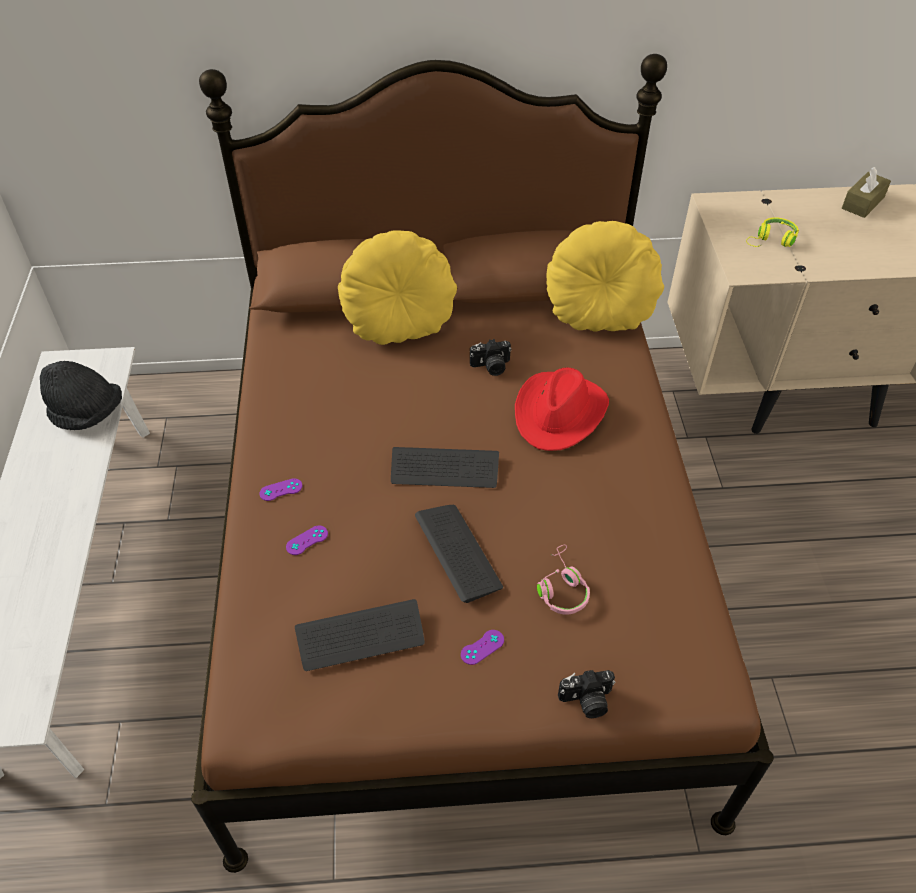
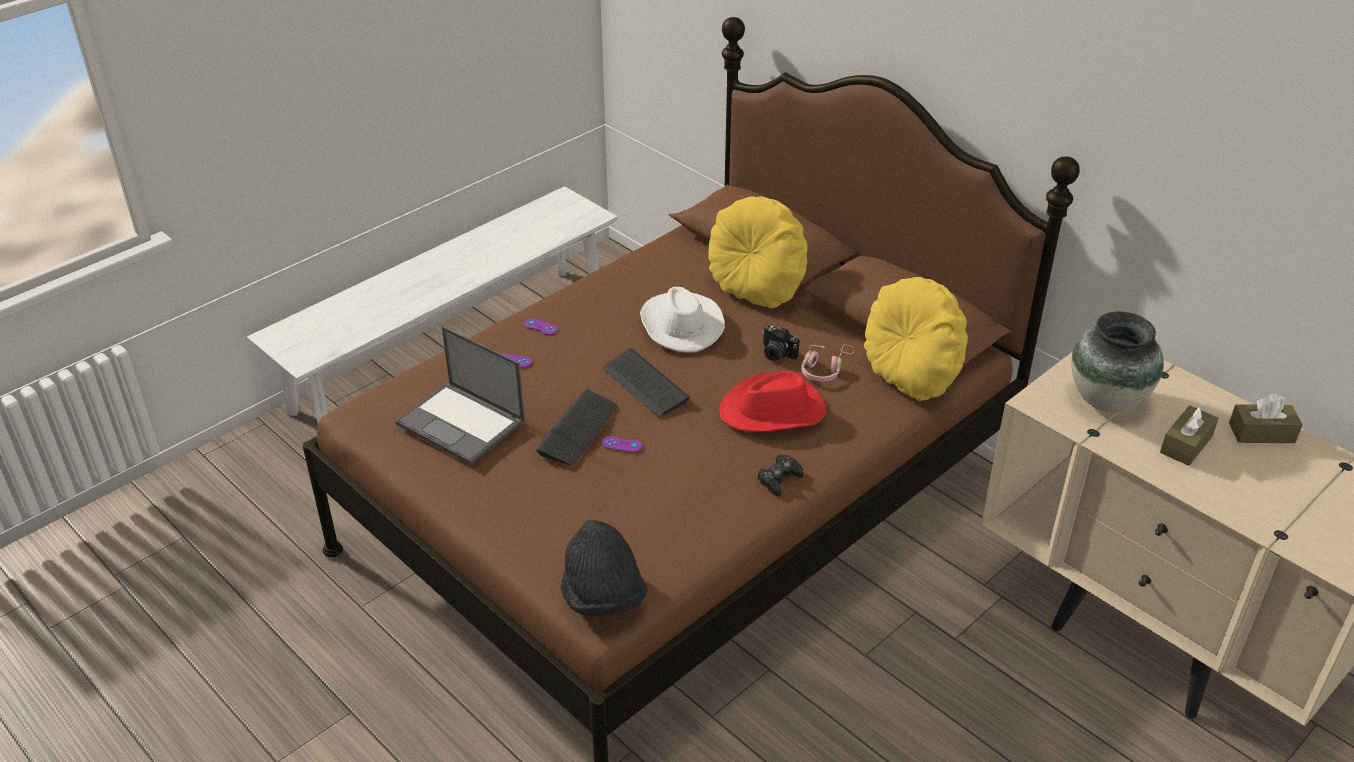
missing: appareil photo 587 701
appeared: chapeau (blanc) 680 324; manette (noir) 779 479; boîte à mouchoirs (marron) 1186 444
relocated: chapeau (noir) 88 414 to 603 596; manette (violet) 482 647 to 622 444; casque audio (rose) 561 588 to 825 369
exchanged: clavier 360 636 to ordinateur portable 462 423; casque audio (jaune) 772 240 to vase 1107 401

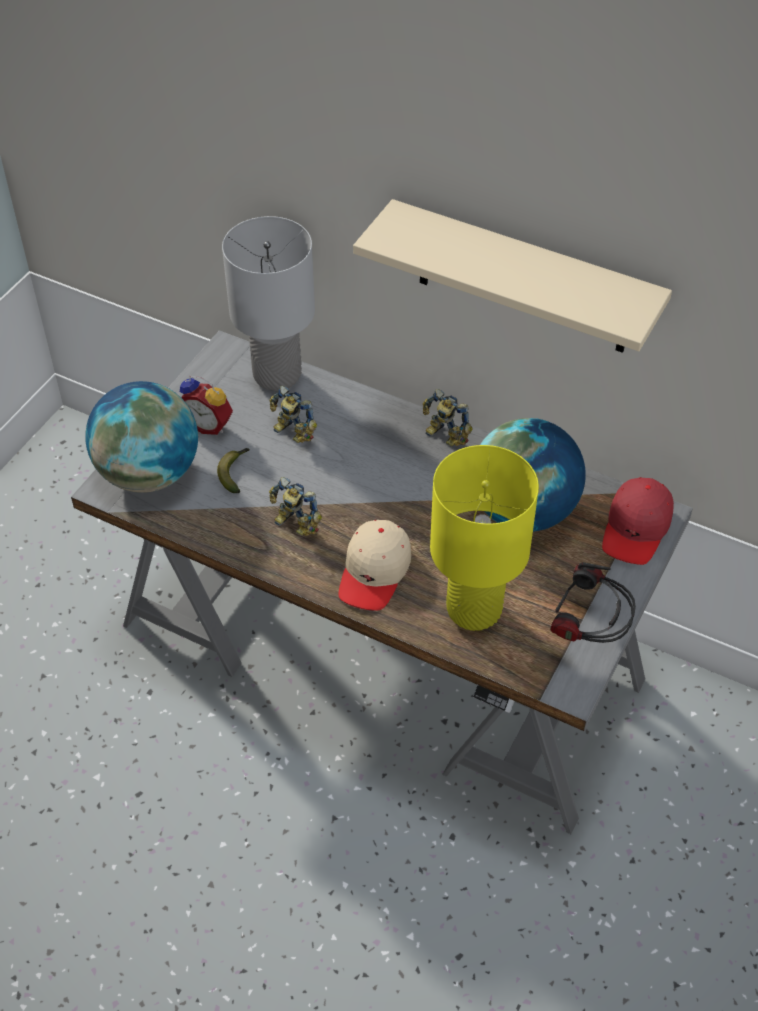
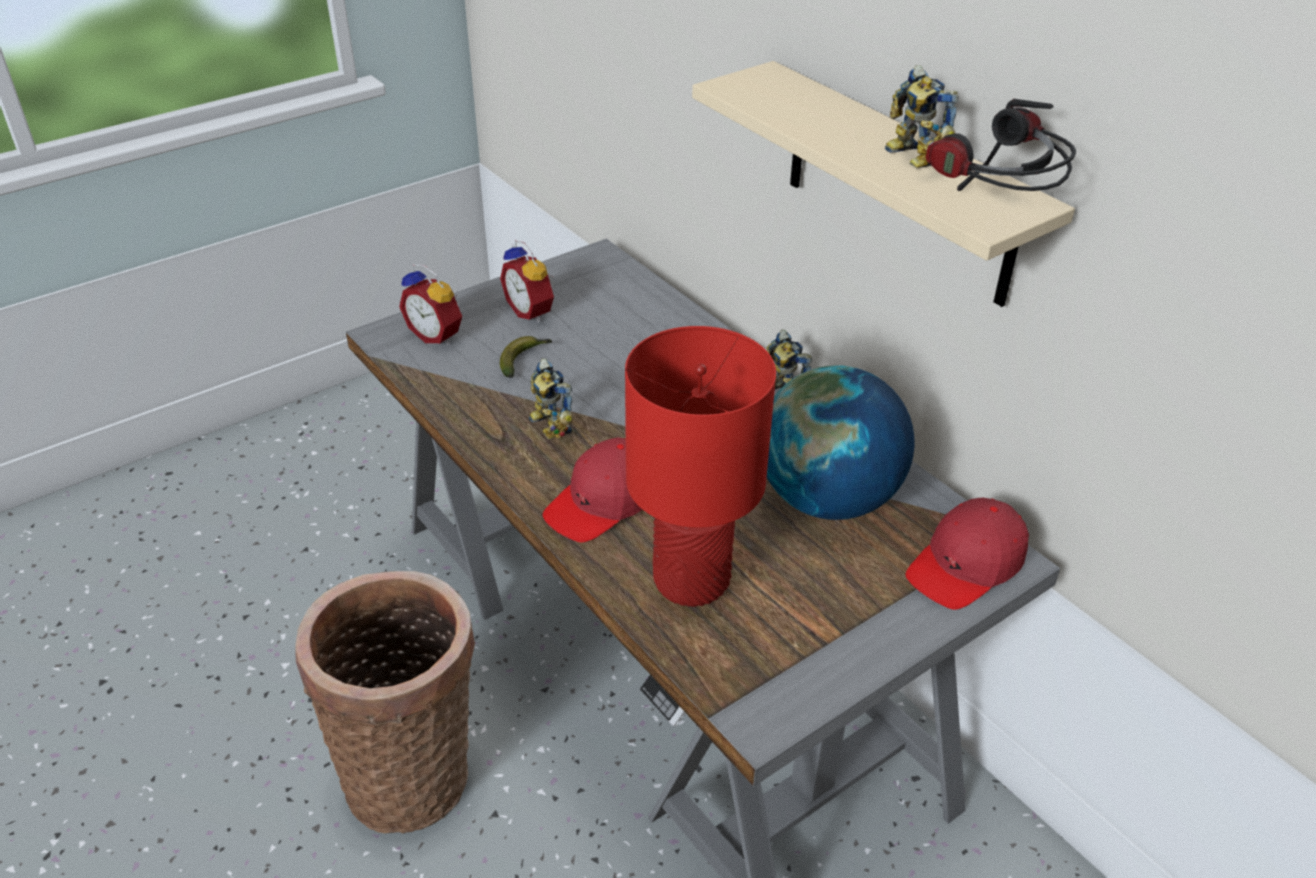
missing: lampe de table (gris) 278 379
appeared: panier 412 773
relocated: robot jouet 291 433 to 910 158; casque audio 588 635 to 992 219
exchanged: globe 149 473 to réveil 437 335
colour: casquette (beige) 374 572 to casquette (rouge) 603 502; lampe de table (jaune) 474 614 to lampe de table (rouge) 690 587

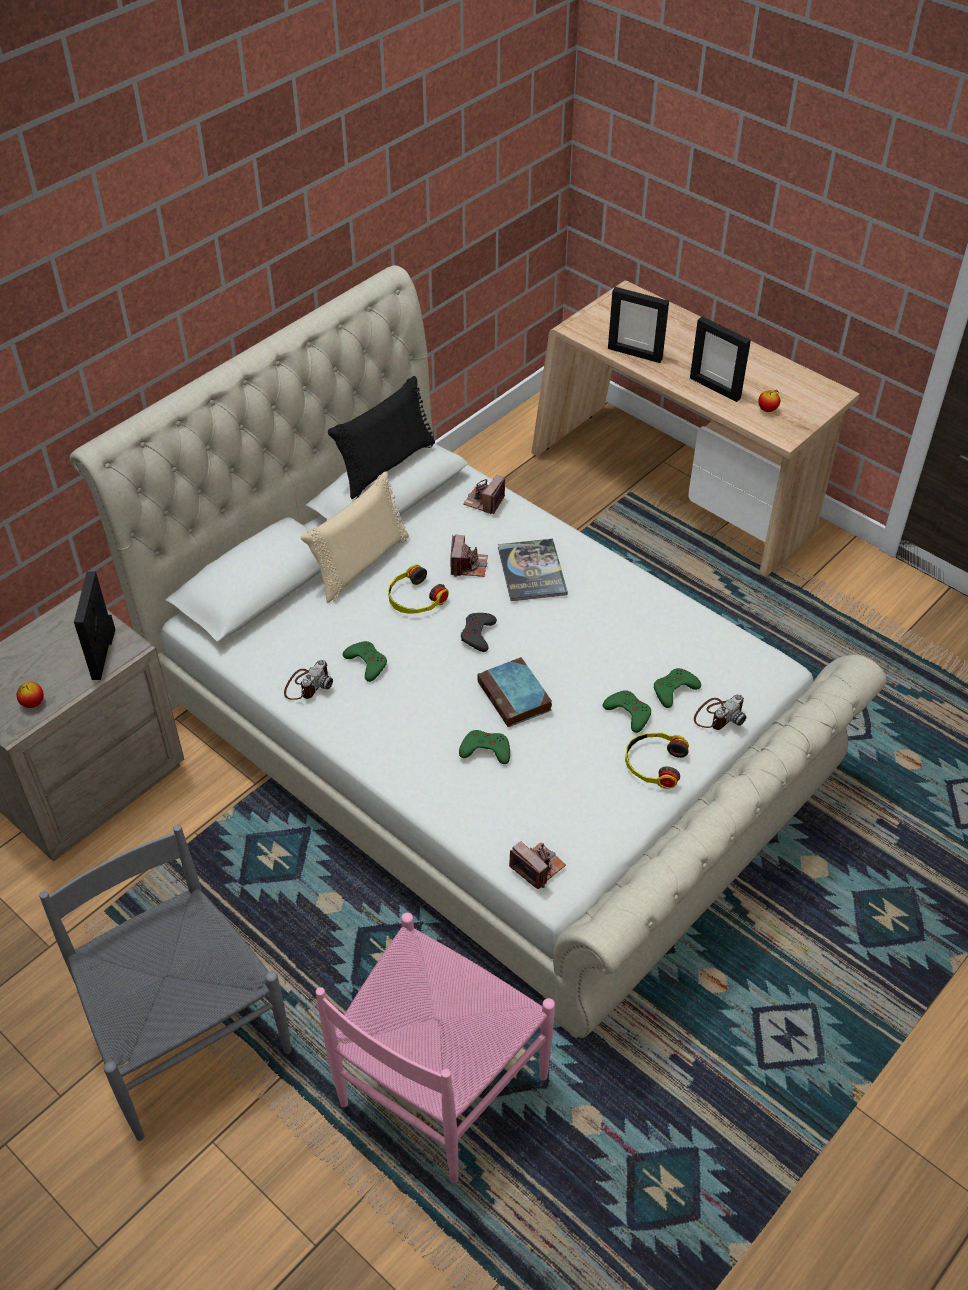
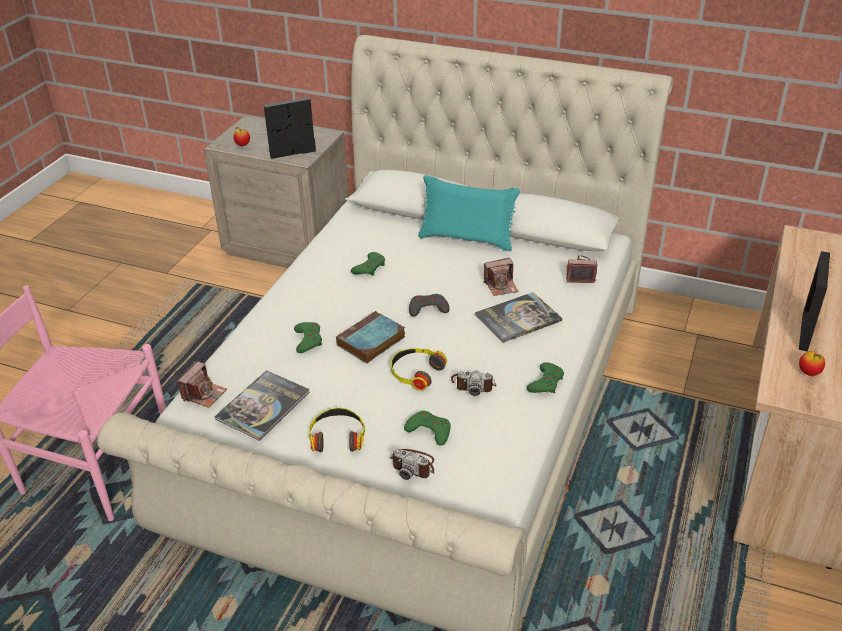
missing: chaise (gris) 185 1039; coussin (noir) 385 465; cadre photo 635 353
appeared: livre 263 406
relocated: appareil photo 307 684 to 473 384; casque audio 415 599 to 416 372; manette (vert) 628 713 to 546 382
colour: coussin (beige) 360 564 to coussin (turquoise) 467 239

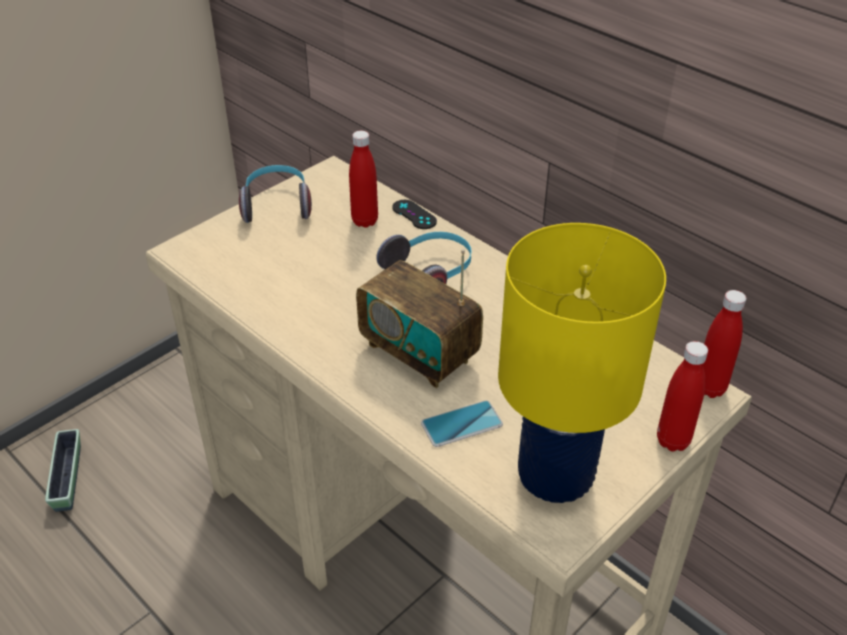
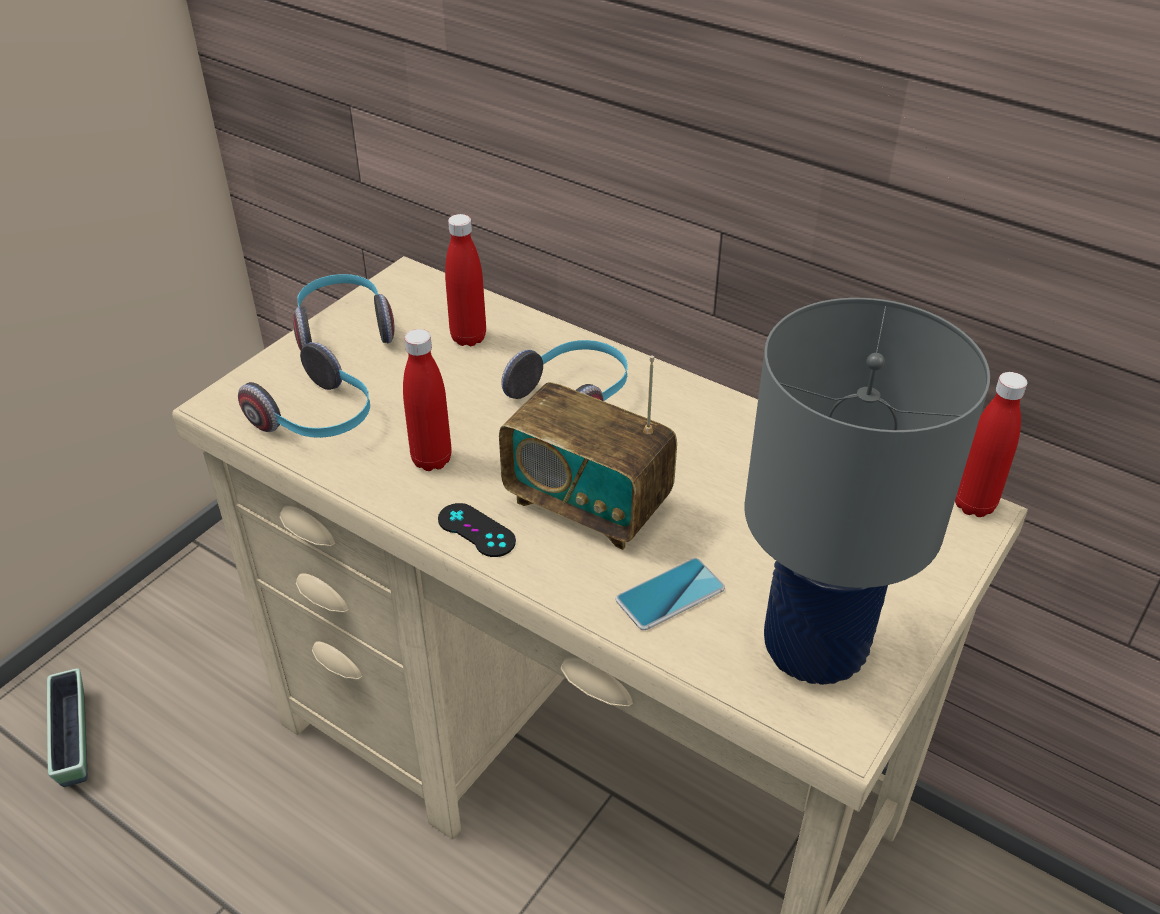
appeared: casque audio 317 419
relocated: manette (noir) 414 215 to 476 530; bouteille (rouge) 672 441 to 431 460
colour: lampe de table (jaune) 556 479 to lampe de table (gris) 815 652

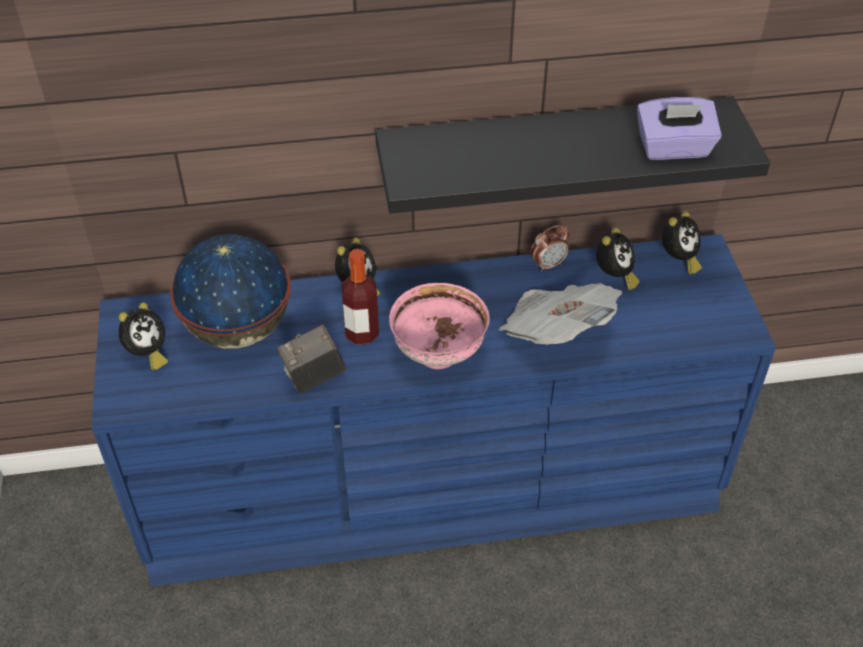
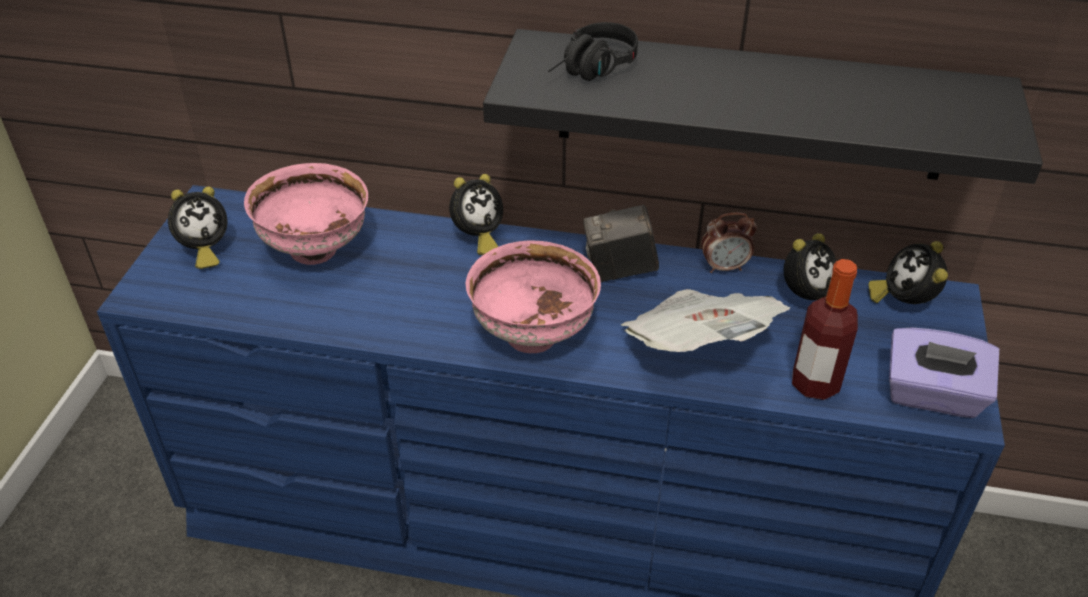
appeared: casque audio (noir) 592 70
relocated: appareil photo 314 377 to 619 270; bouteille 362 333 to 815 384; boîte à mouchoirs (violet) 674 148 to 932 395
exchanged: globe 238 329 to bol (rose) 316 249
spun: réveil 678 260 = 904 301 120 degrees clockwise

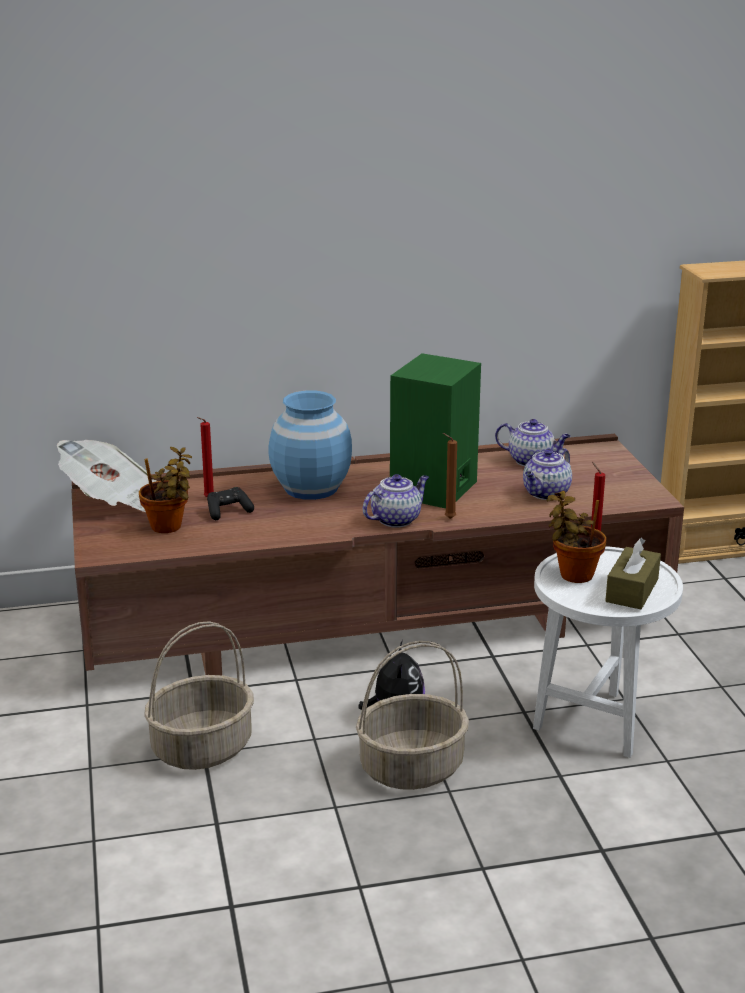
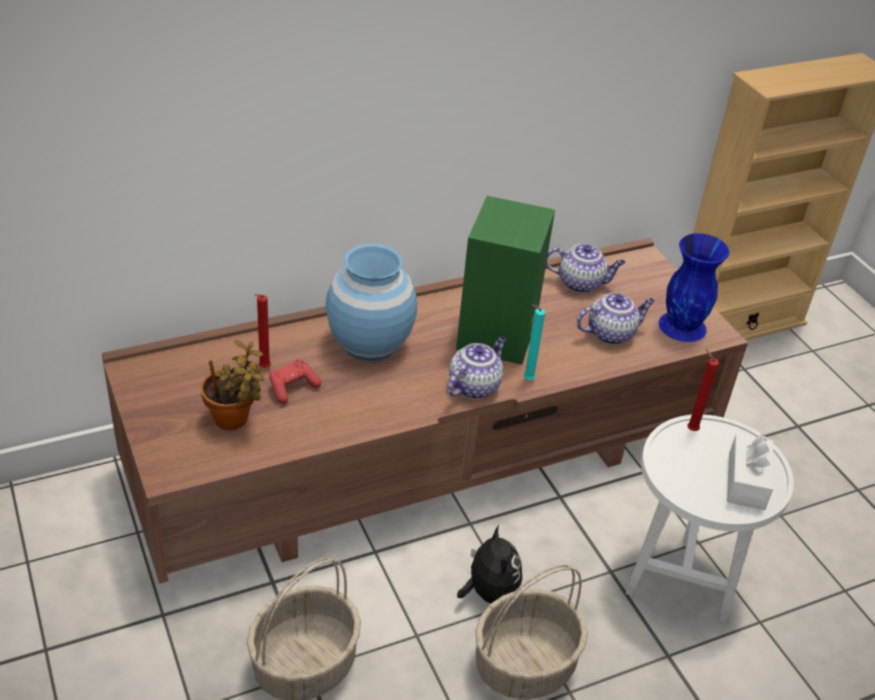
missing: journal 113 501; plante en pot 572 574
appeared: vase (bleu) 683 326
colour: manette (noir) 228 511 to manette (rouge) 292 388; bougie (marron) 448 518 to bougie (turquoise) 526 380; boîte à mouchoirs (marron) 632 590 to boîte à mouchoirs (blanc) 746 481
spun: théière 546 494 = 611 333 135 degrees counterclockwise

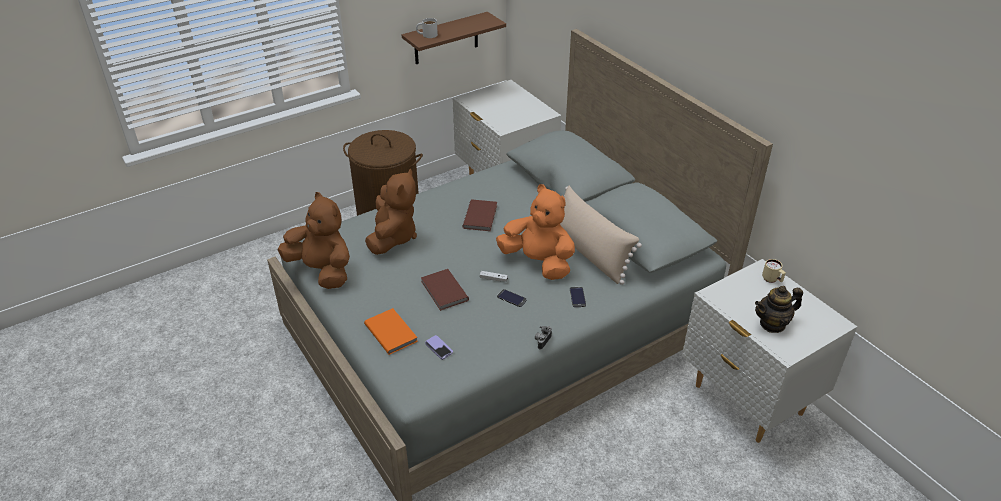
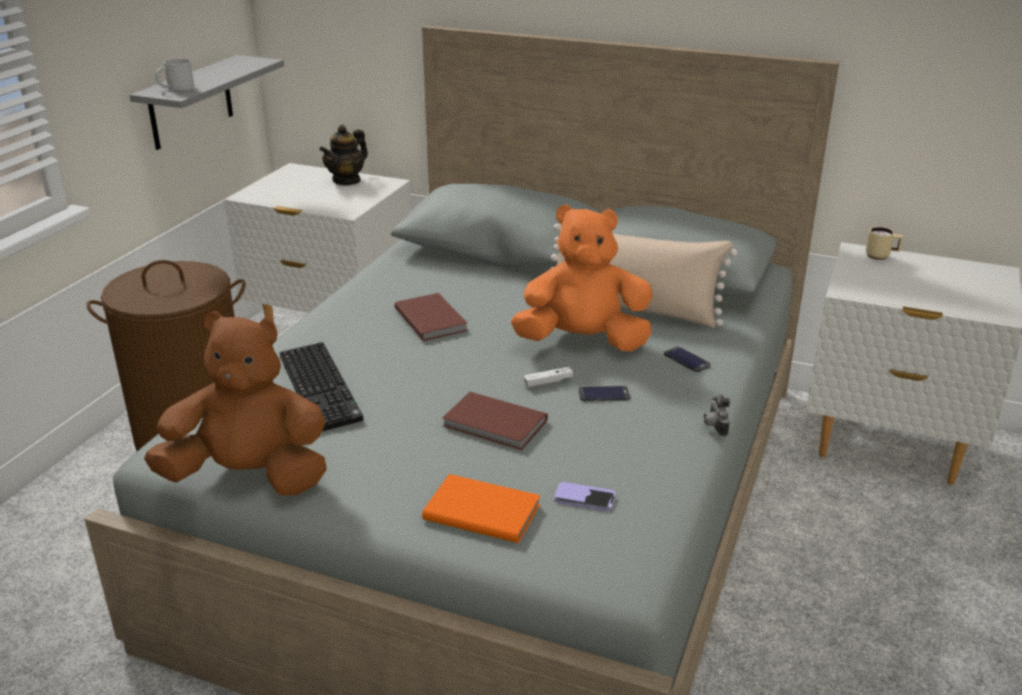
relocated: théière 772 324 to 347 180
exchanged: peluche (marron) 393 237 to clavier 322 388
colour: étagère (marron) 446 39 to étagère (gris) 191 102

